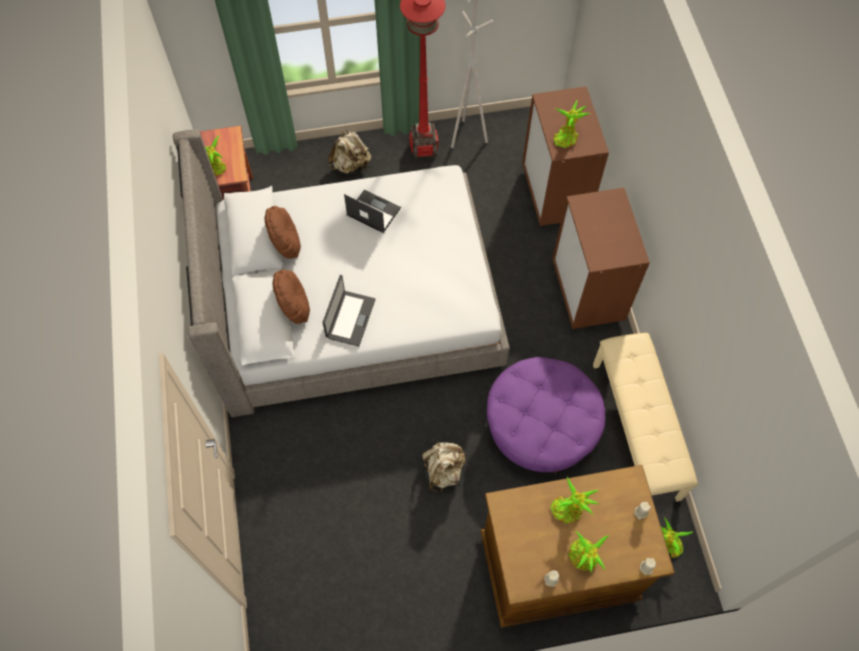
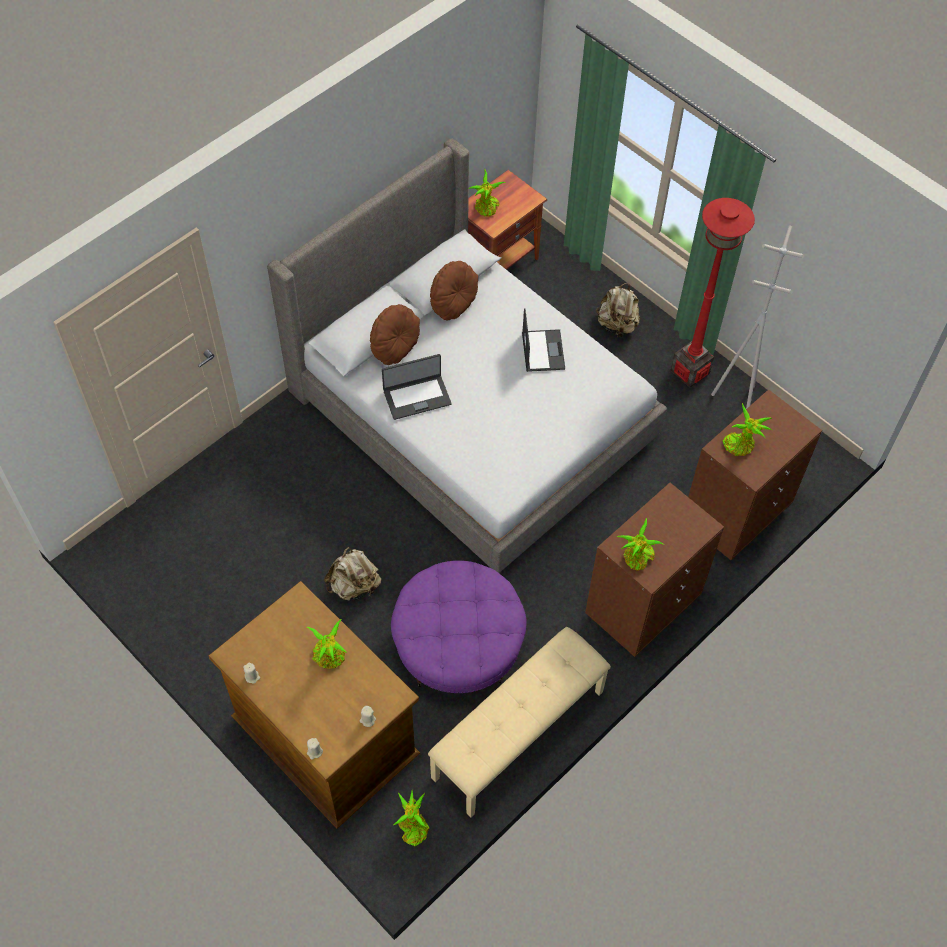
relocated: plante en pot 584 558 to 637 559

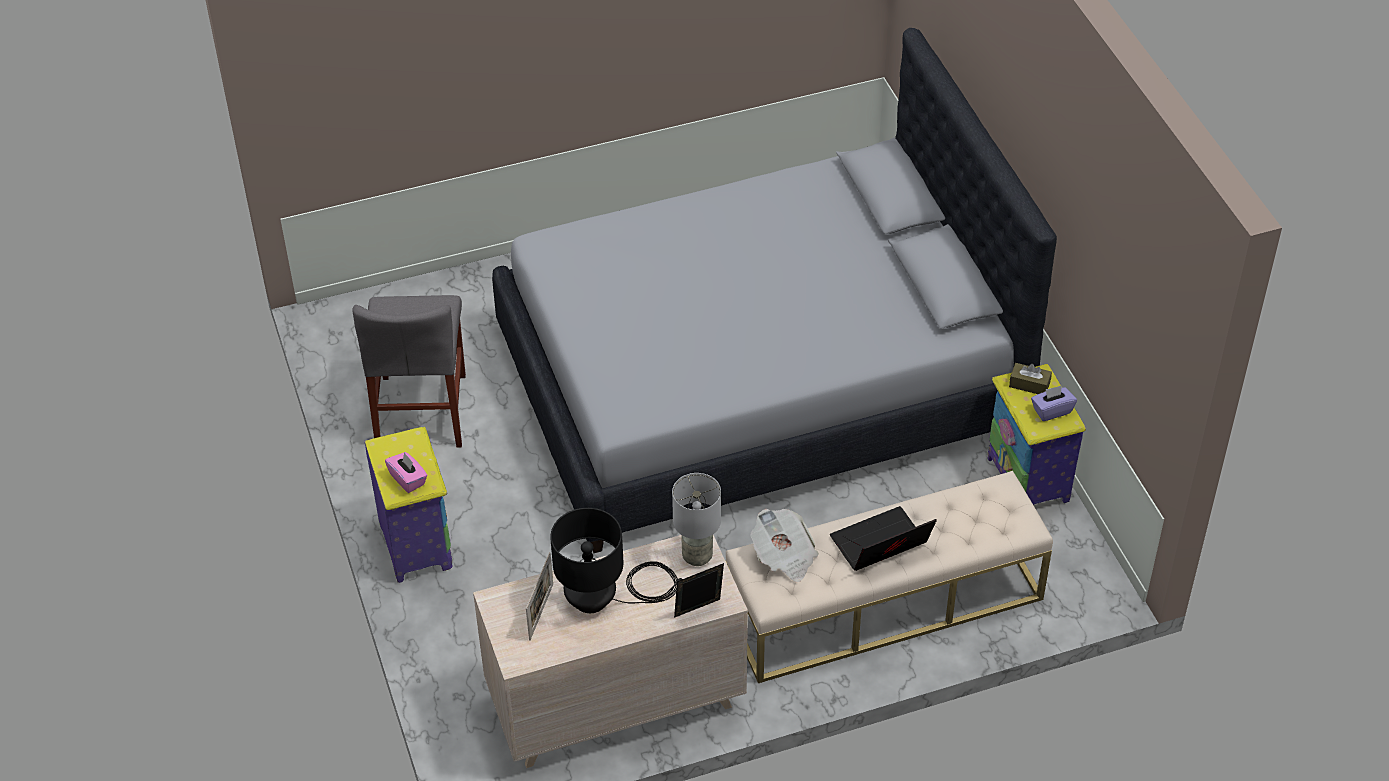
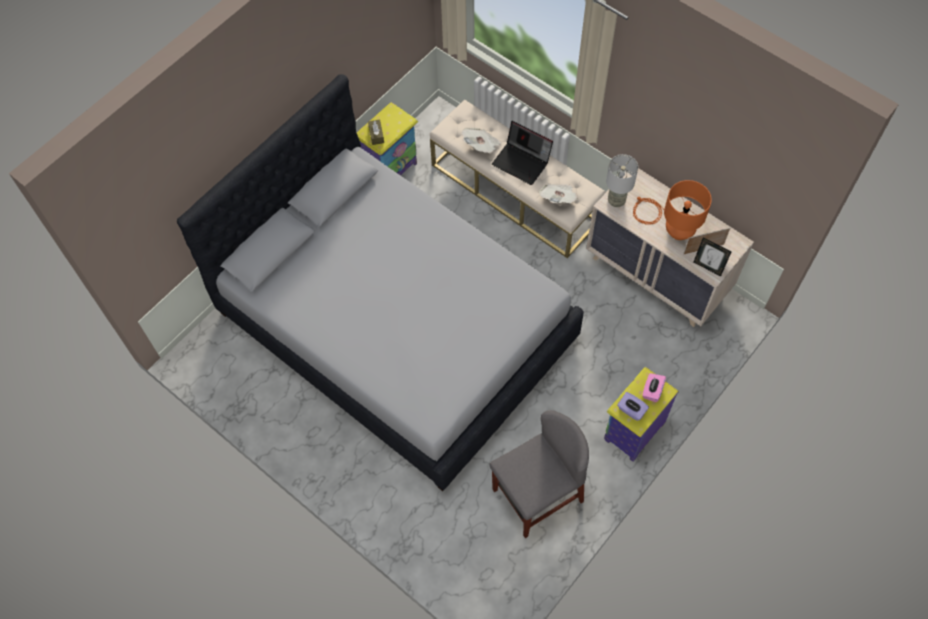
appeared: journal 481 146
relocated: cadre photo 699 611 to 708 267; boîte à mouchoirs (violet) 1051 411 to 631 410
colour: lampe de table (noir) 615 593 to lampe de table (orange) 666 223

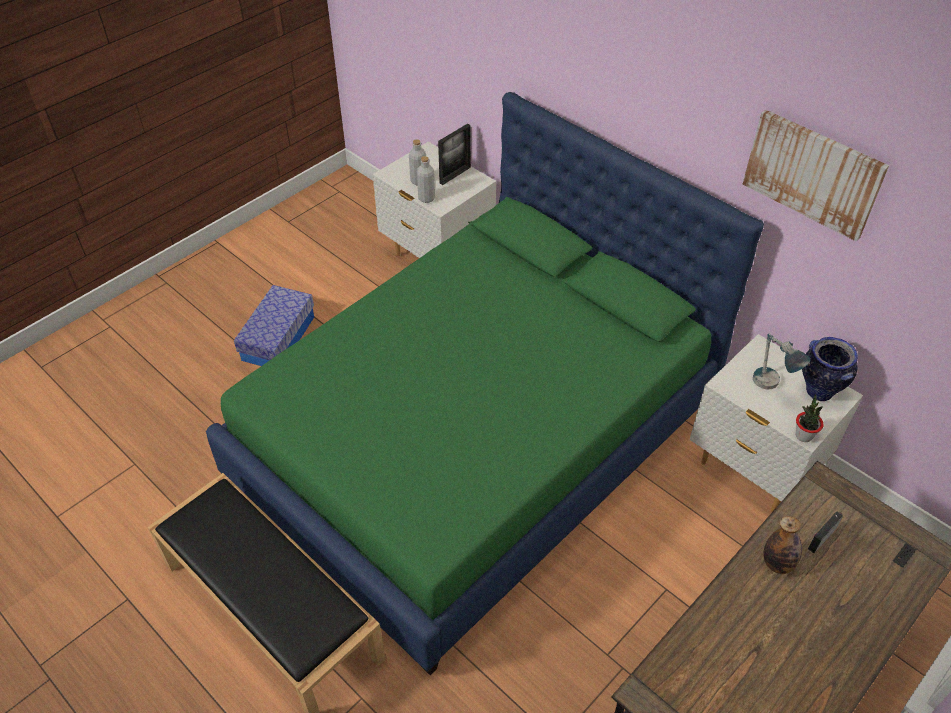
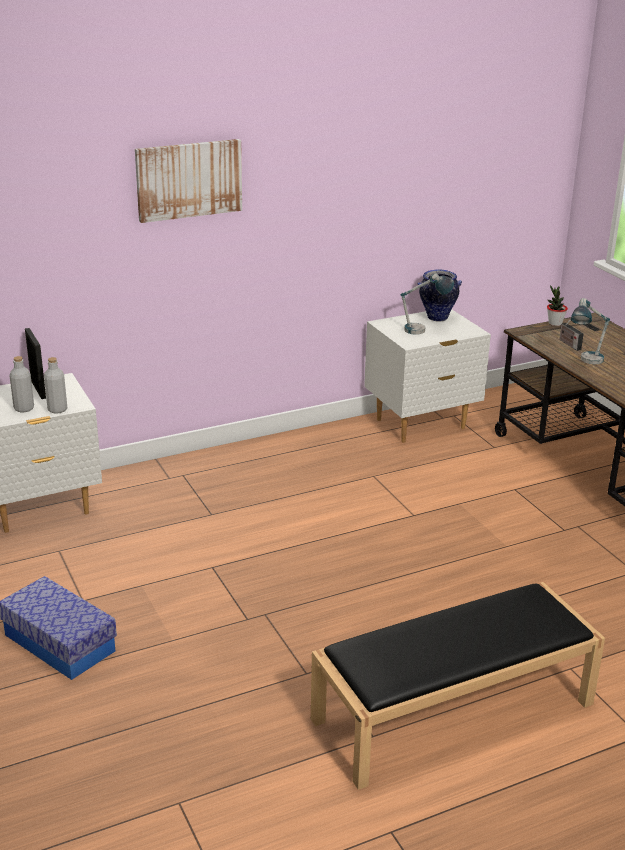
missing: lit (vert) 476 439
relocated: tableau 812 173 to 189 179; plante en pot 803 435 to 555 323
exchanged: bouteille 777 563 to lampe de table 585 362

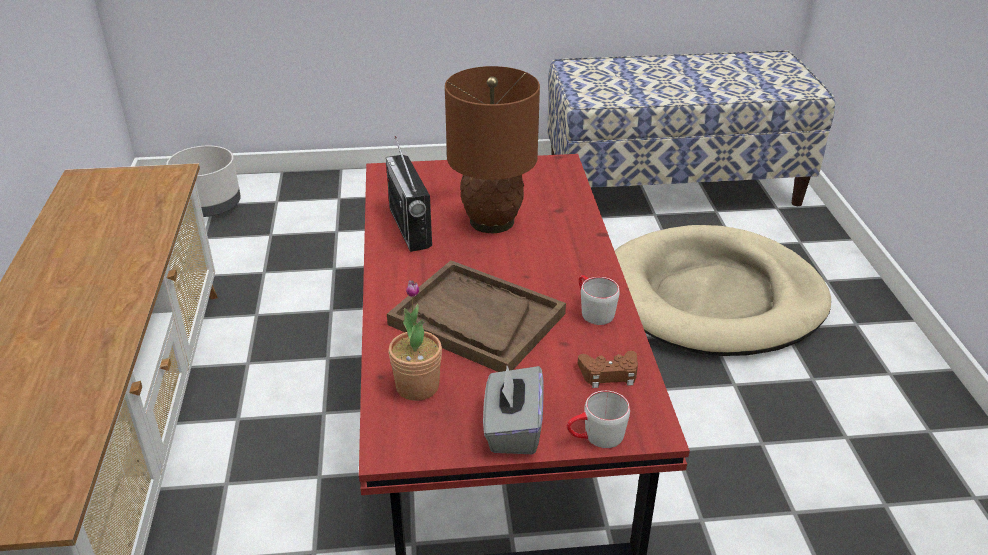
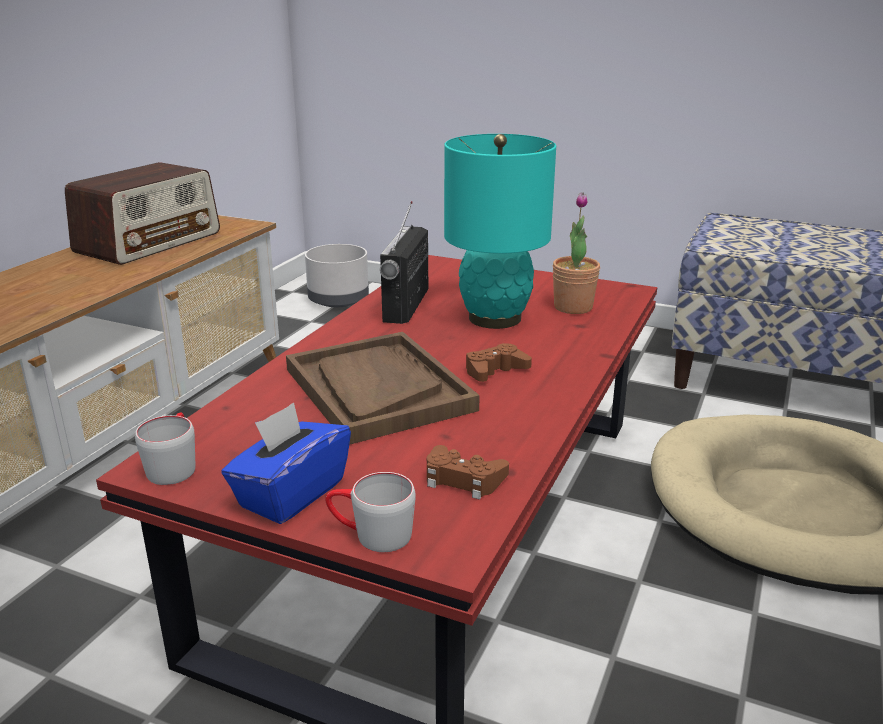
appeared: radio 150 242; manette (marron) 495 370
relocated: plante en pot 417 386 to 573 307; mug (gris) 592 310 to 174 465
colour: lampe de table (marron) 492 221 to lampe de table (turquoise) 495 318; boîte à mouchoirs (gris) 512 429 to boîte à mouchoirs (bleu) 290 494

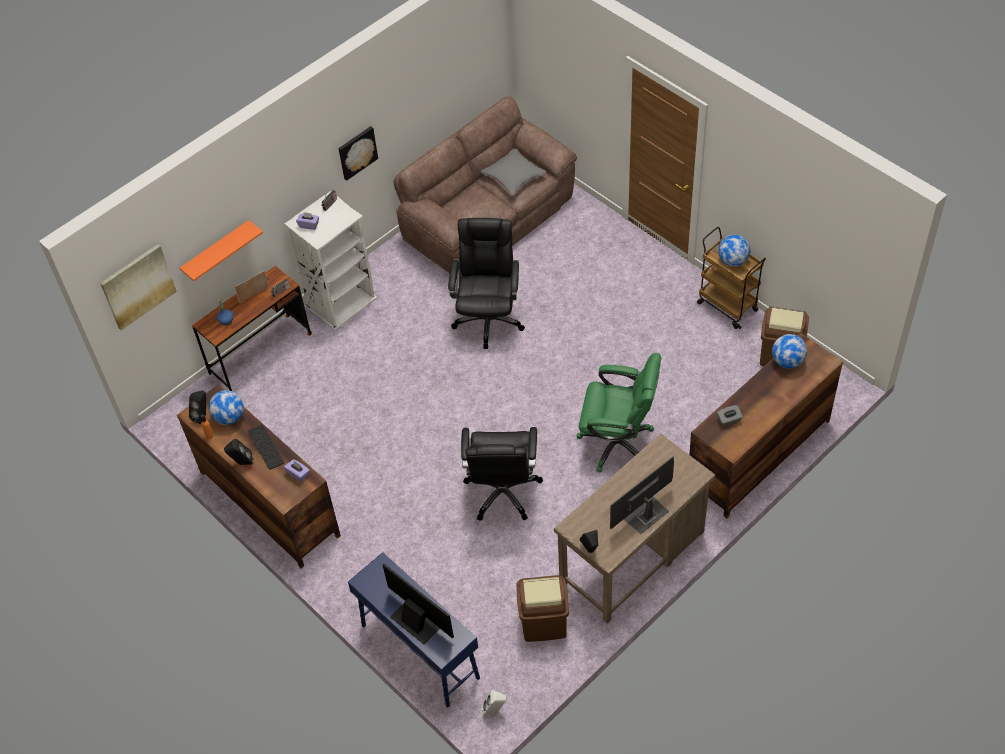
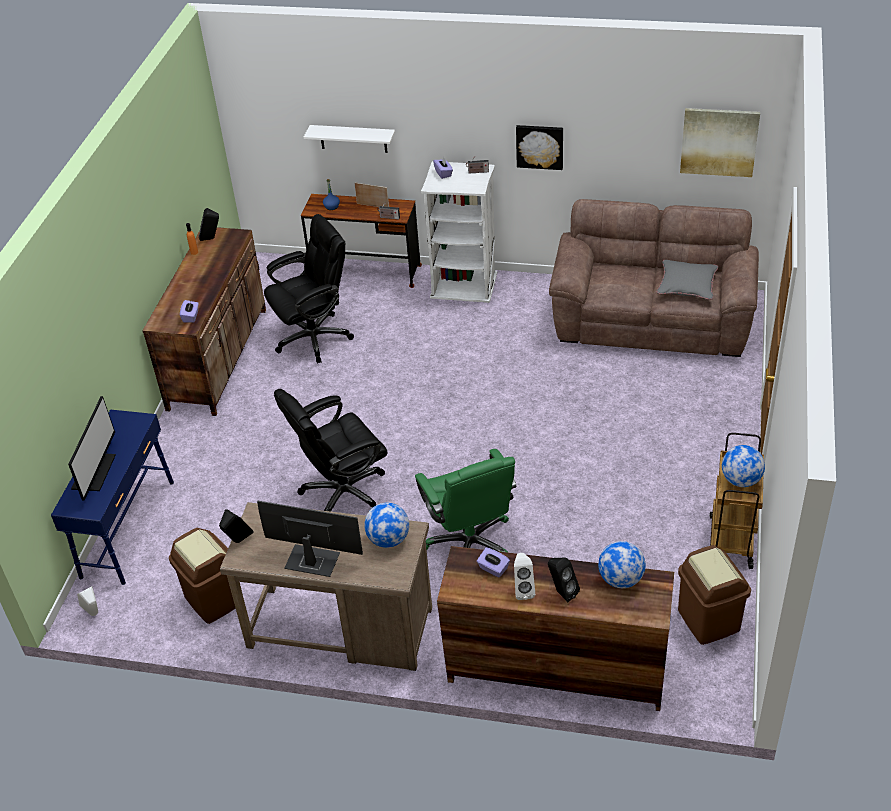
missing: clavier 264 447
appeared: enceinte (blanc) 523 590
relocated: tableau 138 286 to 719 141; globe 229 417 to 388 540; enceinte (noir) 242 463 to 561 592; chaise de bureau (noir) 488 320 to 313 338
colour: étagère (orange) 217 252 to étagère (blanc) 353 138; boîte à mouchoirs (gris) 729 420 to boîte à mouchoirs (violet) 493 569

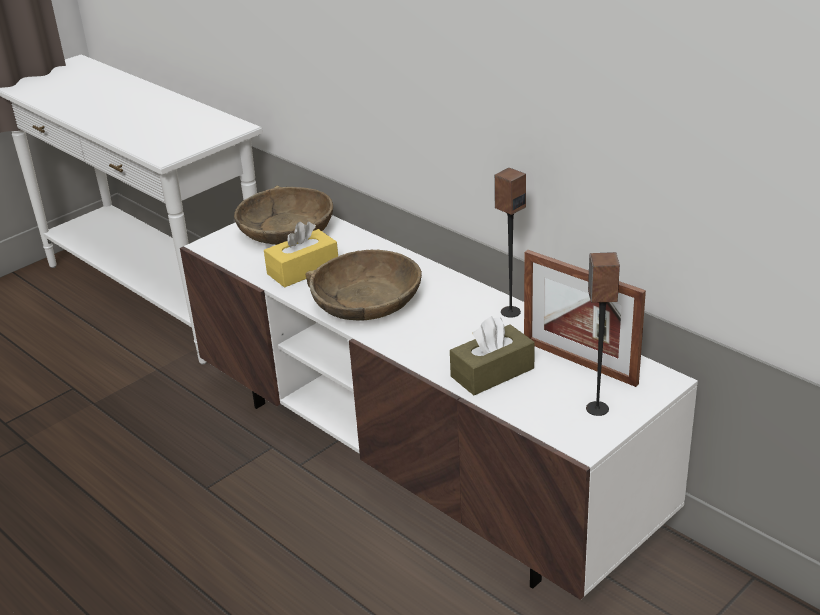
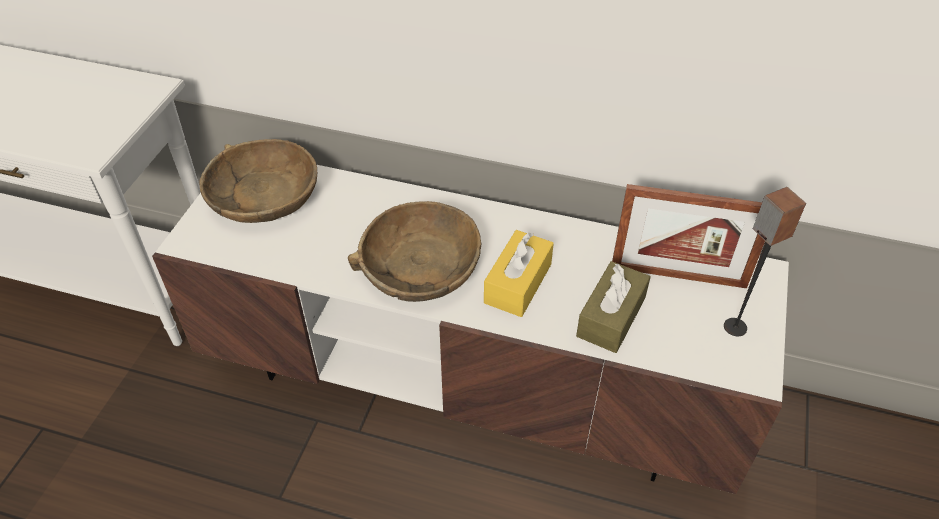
missing: enceinte 510 312
relocated: boîte à mouchoirs (jaune) 303 270 to 518 283

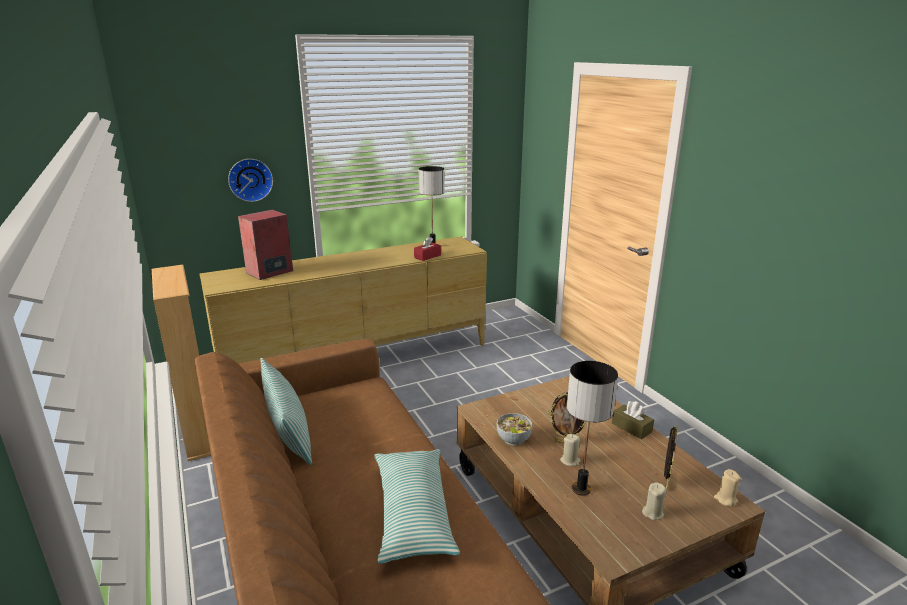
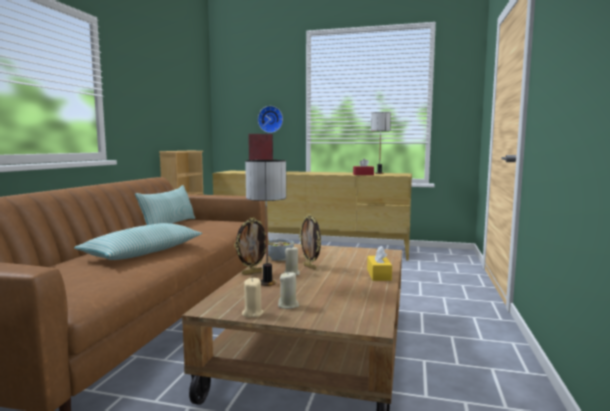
relocated: cadre photo 665 482 to 252 272; bougie (beige) 725 499 to 252 313
colour: boîte à mouchoirs (marron) 631 428 to boîte à mouchoirs (jaune) 379 275

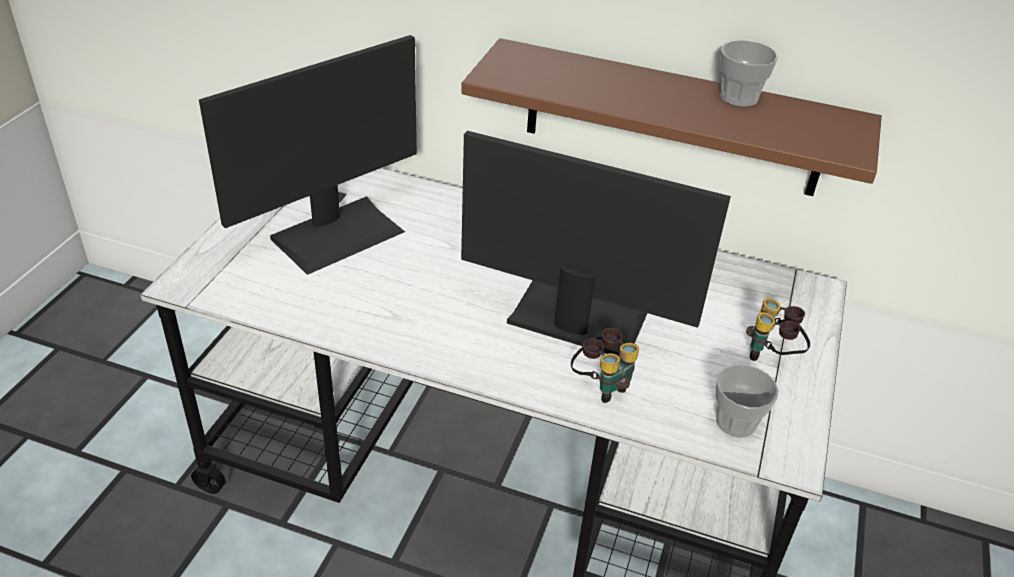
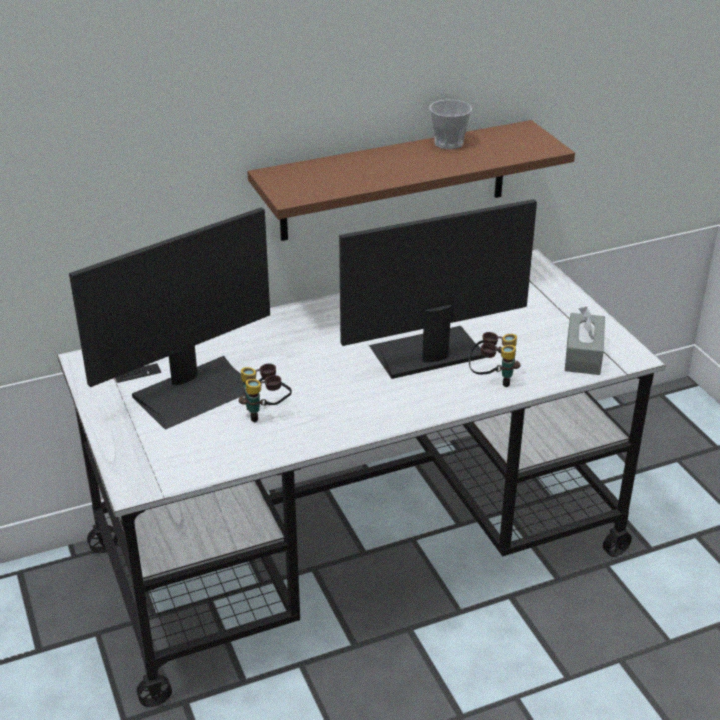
relocated: jumelles 771 357 to 266 412
exchanged: tasse 736 422 to boîte à mouchoirs (gris) 583 355
spun: écran d'ordinateur 337 233 = 194 391 45 degrees clockwise

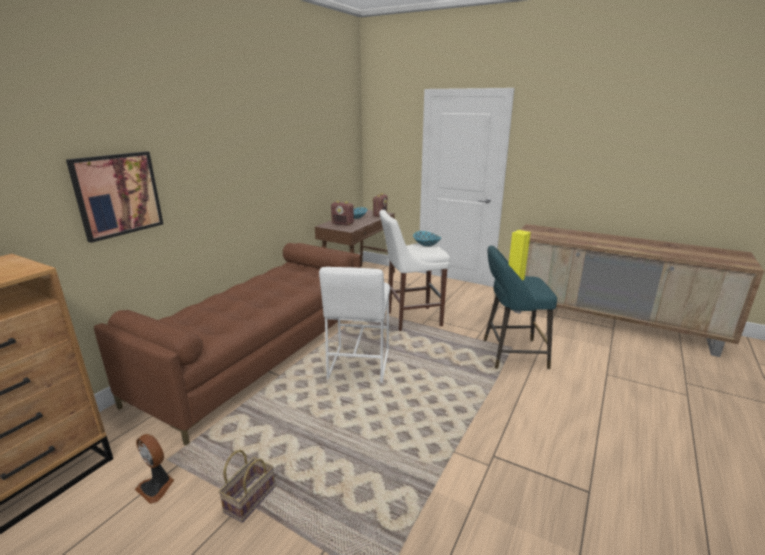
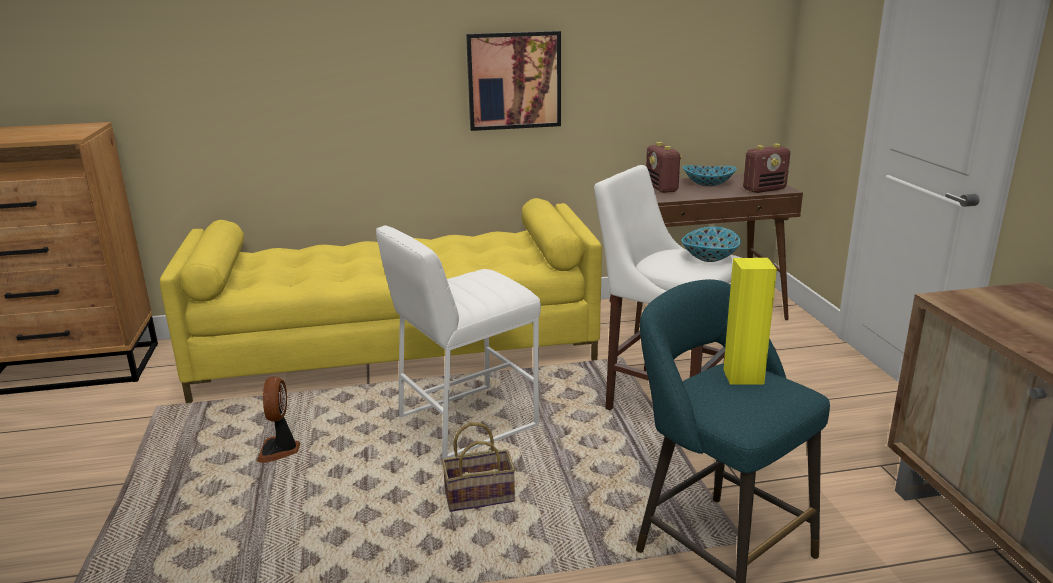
relocated: tableau 117 194 to 514 80; ventilateur 157 486 to 280 450; panier 250 498 to 481 496
colour: canapé (marron) 260 353 to canapé (jaune) 398 349

